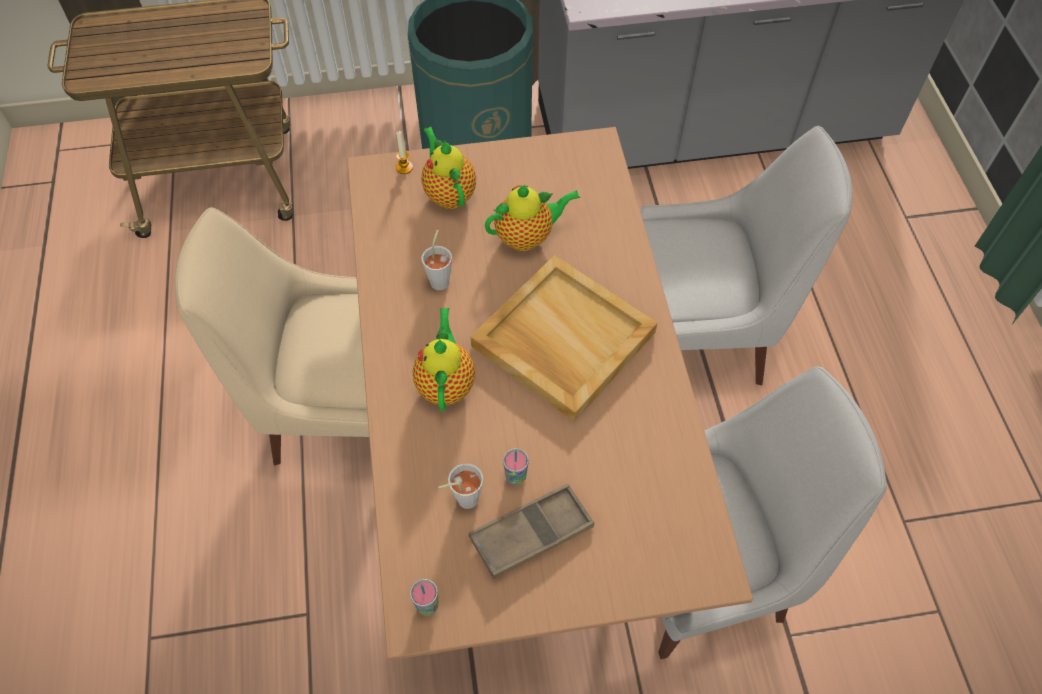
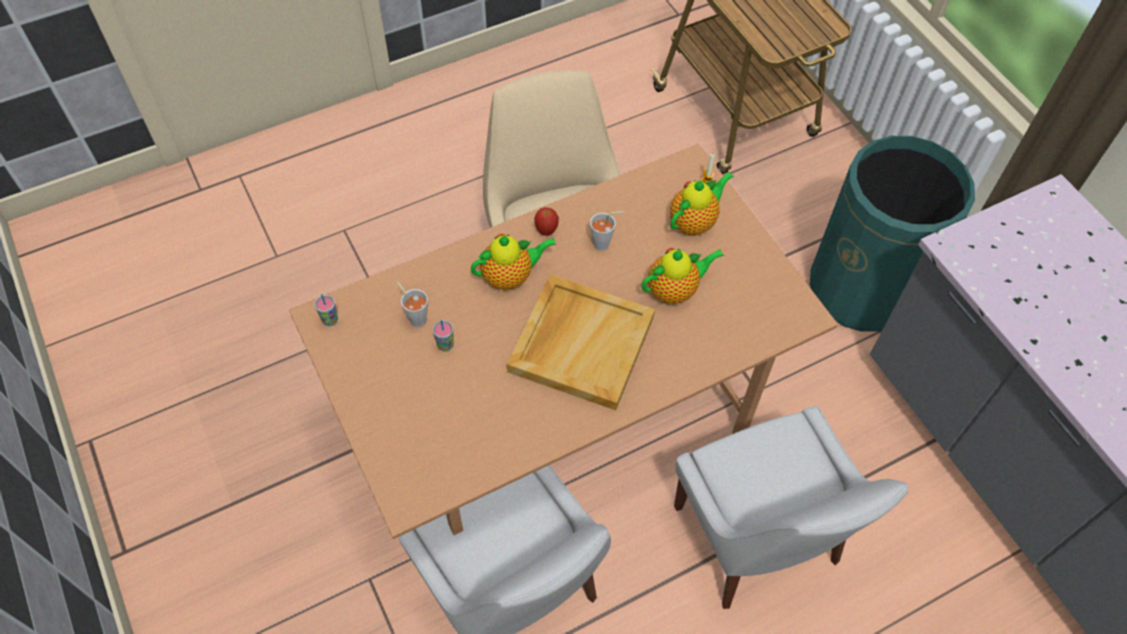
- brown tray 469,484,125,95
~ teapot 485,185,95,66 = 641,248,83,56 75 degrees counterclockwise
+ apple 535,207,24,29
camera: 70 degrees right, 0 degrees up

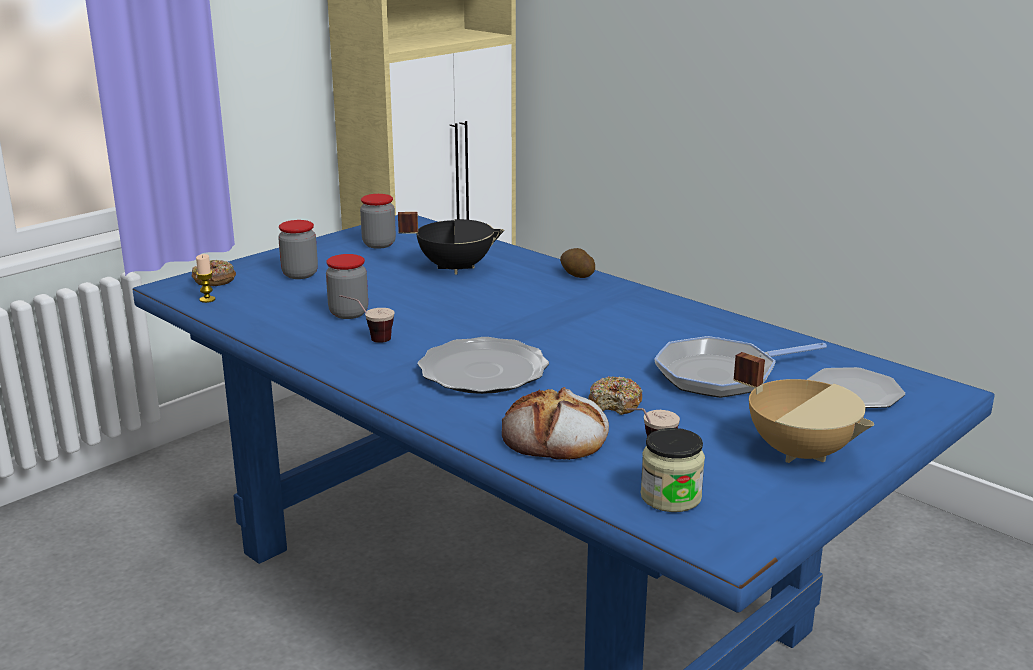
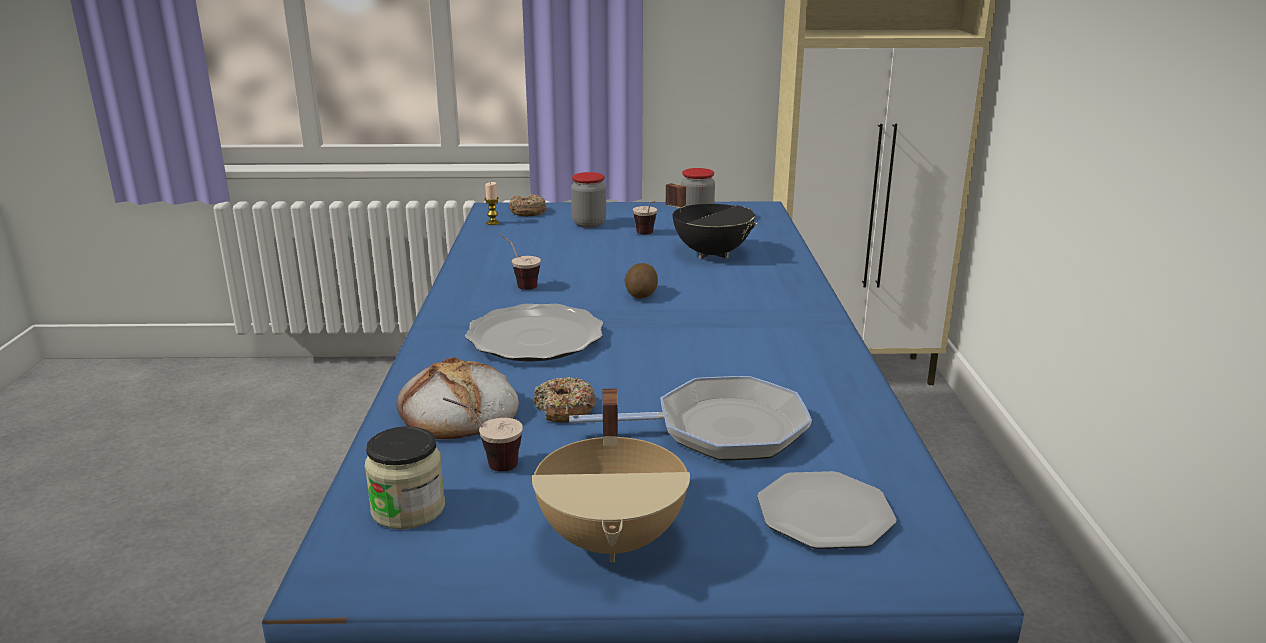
- jar 326,254,42,65
~ potato 560,248,35,30 to 624,263,34,35
~ frying pan 654,336,173,62 = 569,376,243,85 150 degrees clockwise
+ cup 633,201,24,34
camera: 45 degrees right, 0 degrees up

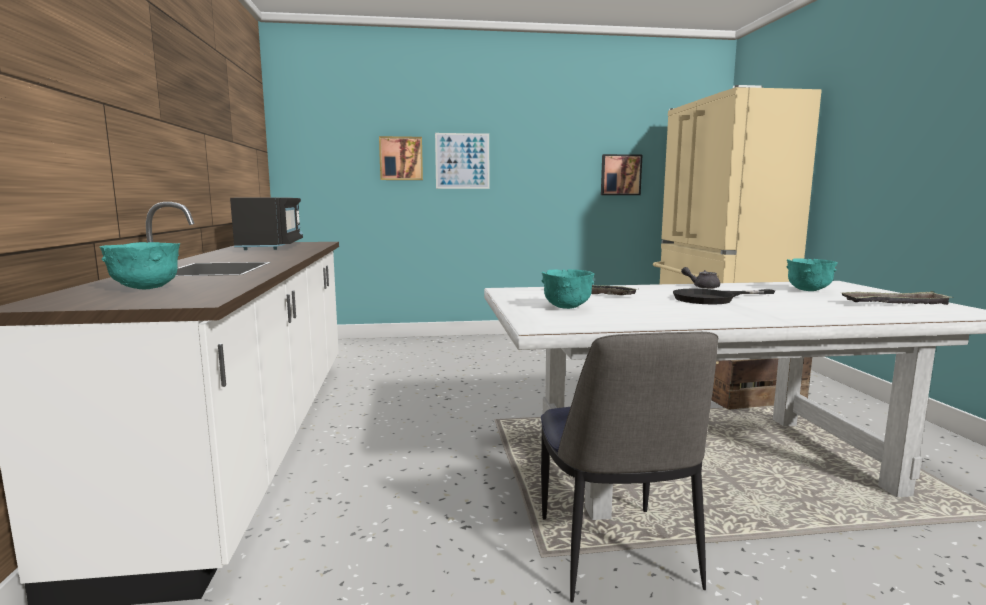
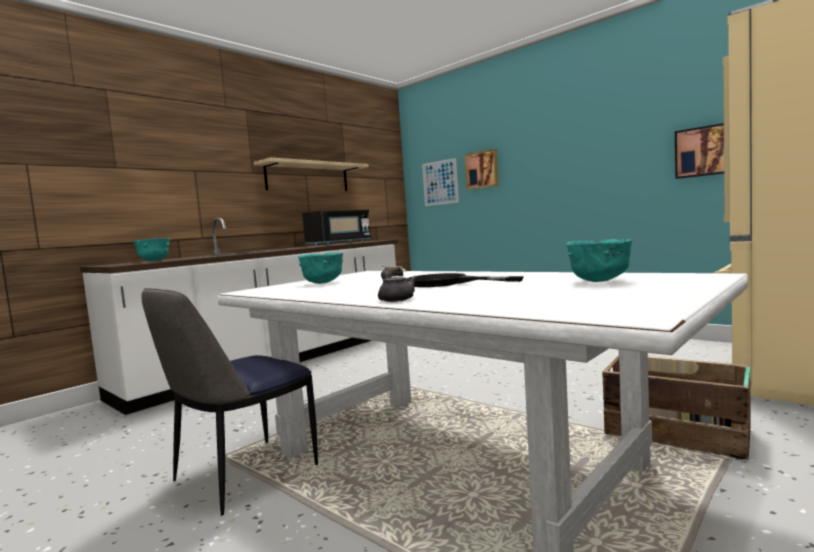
~ picture 435,133,54,56 to 422,158,37,48
~ grey teapot 681,267,39,22 to 378,270,40,32
- tray 842,291,110,14
+ beige shelf 254,158,114,33
camera: 50 degrees right, 5 degrees down

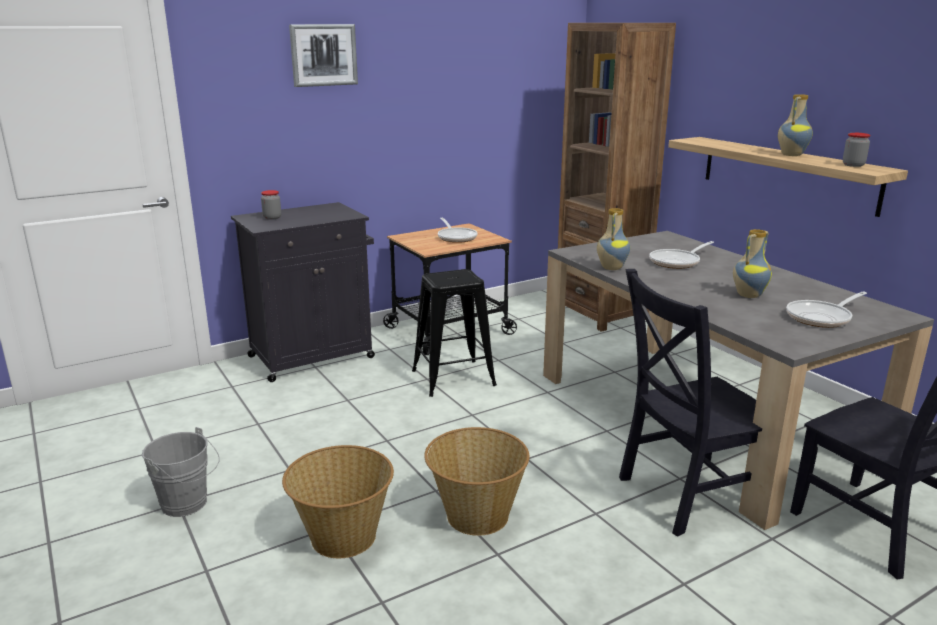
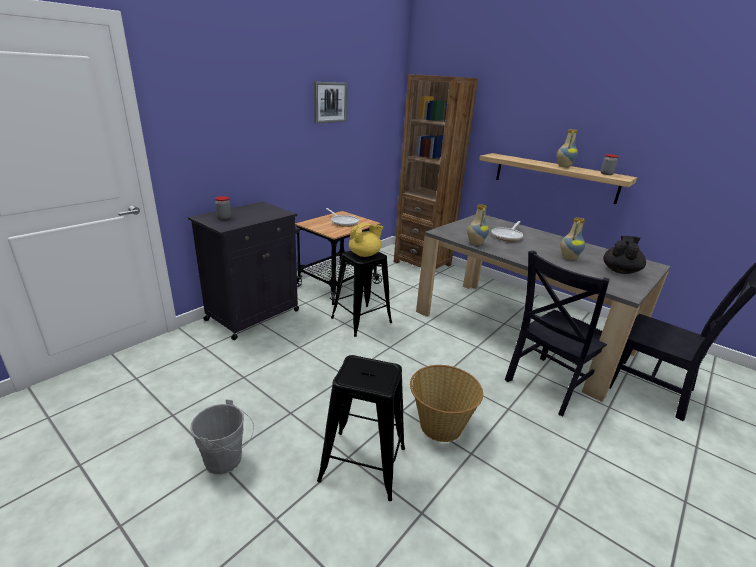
~ basket 282,445,112,113 to black stool 317,355,88,146
~ picture 289,24,69,63 to 314,82,33,41
~ frying pan 786,291,81,37 to black teapot 603,236,43,38
+ yellow teapot 349,223,34,34
camera: 20 degrees left, 5 degrees up

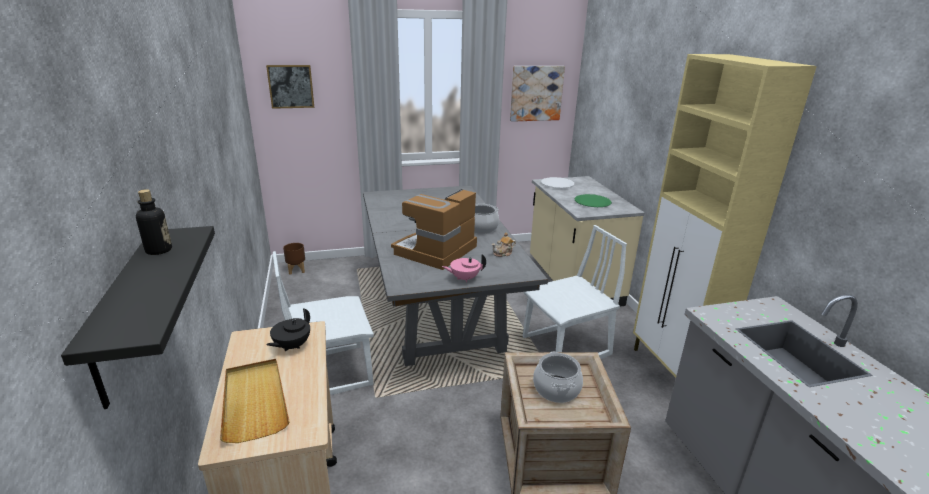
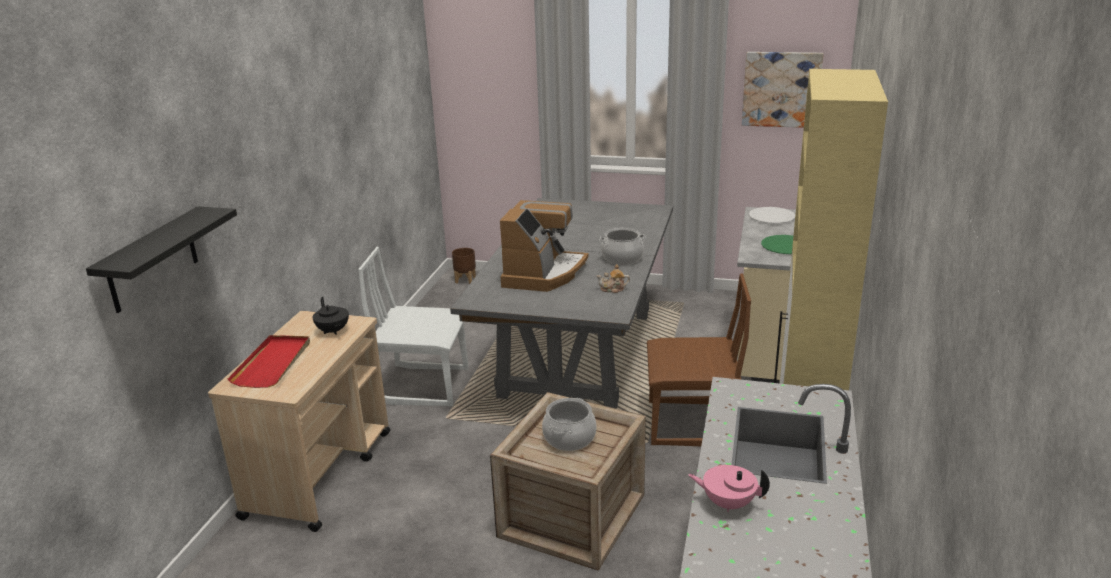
- bottle 136,189,36,66
~ beige tray 220,359,69,84 to red tray 228,335,82,53
- picture 266,65,48,44
~ black teapot 266,308,44,44 = 312,297,37,38 90 degrees counterclockwise
~ coffee machine 391,189,86,81 = 500,200,89,92 135 degrees clockwise
~ pink teapot 442,254,44,28 to 688,465,82,47
~ white chair 523,225,104,134 to brown chair 647,273,104,173
camera: 30 degrees right, 0 degrees up

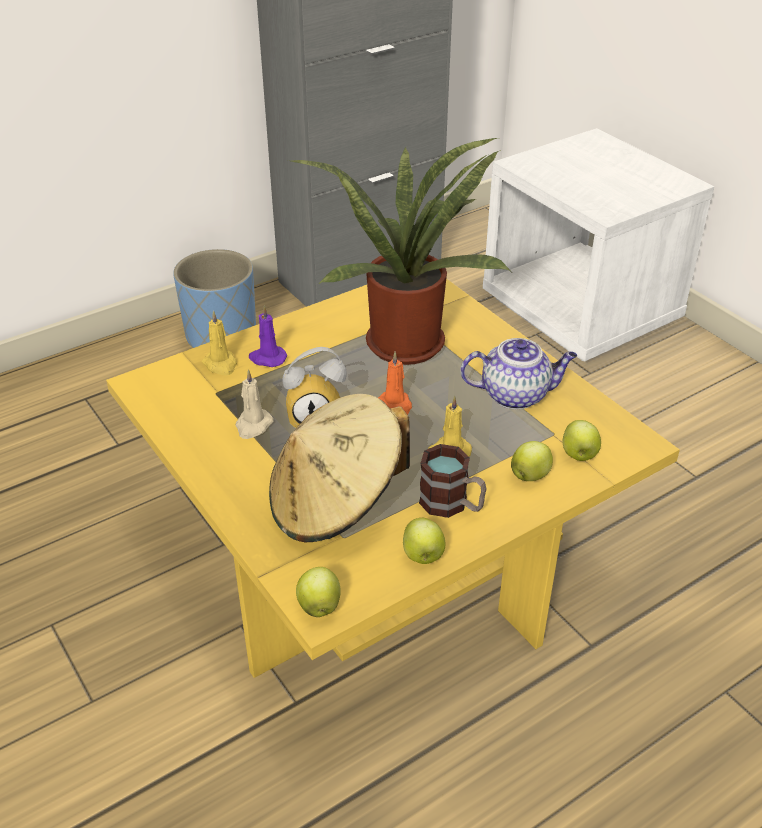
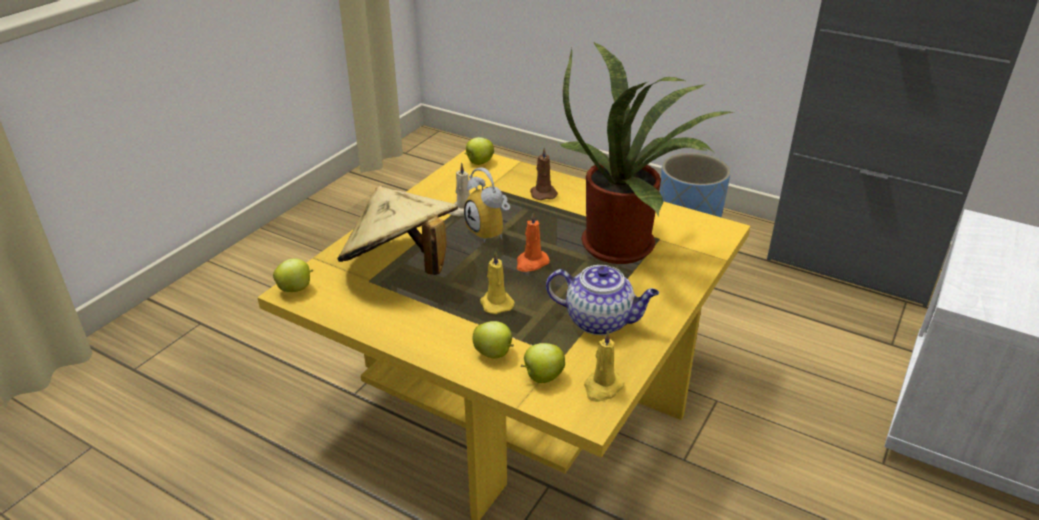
~ yellow candle 202,310,35,66 to 584,331,40,71
~ purple candle 249,305,38,62 to brown candle 530,147,28,53
~ apple 403,518,43,46 to 465,137,29,28
- mug 419,444,68,74
~ teapot 460,338,117,71 = 546,265,113,70 45 degrees counterclockwise
camera: 65 degrees right, 5 degrees down

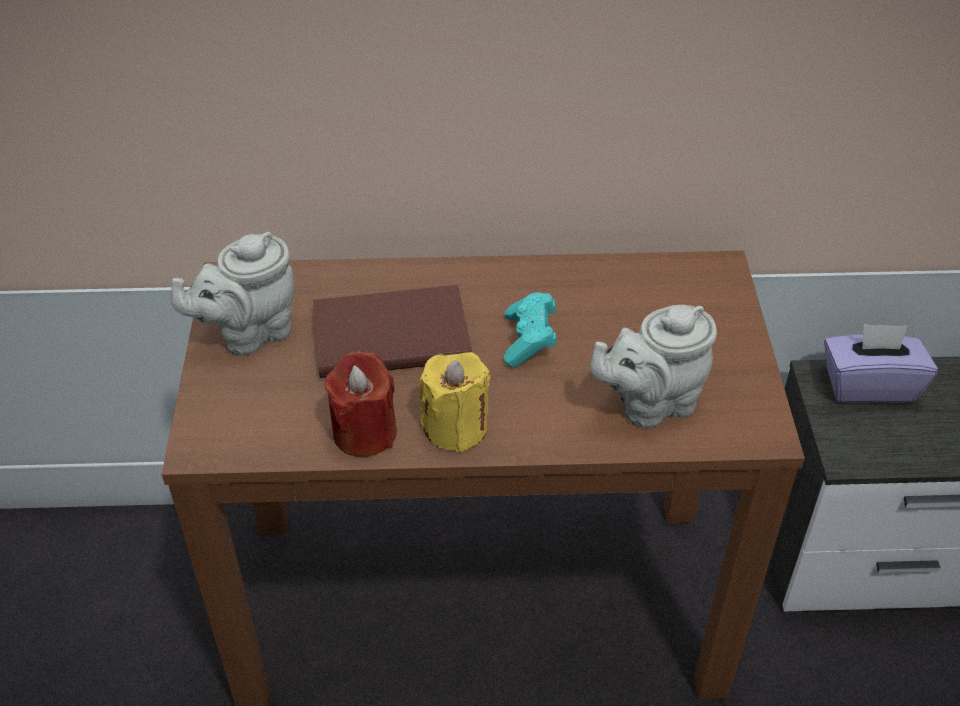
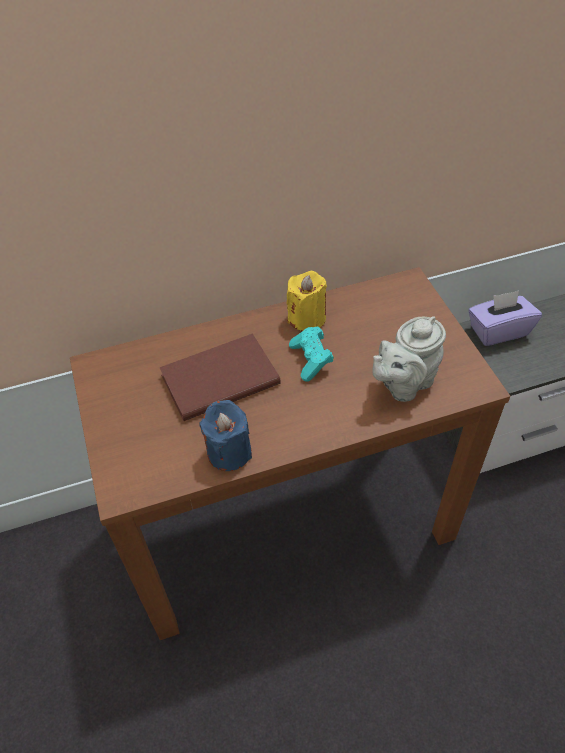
- grey teapot 171,232,124,123
~ red candle 325,351,72,106 to blue candle 199,400,53,71
~ yellow candle 419,352,71,100 to 286,271,41,60
camera: 15 degrees left, 5 degrees up

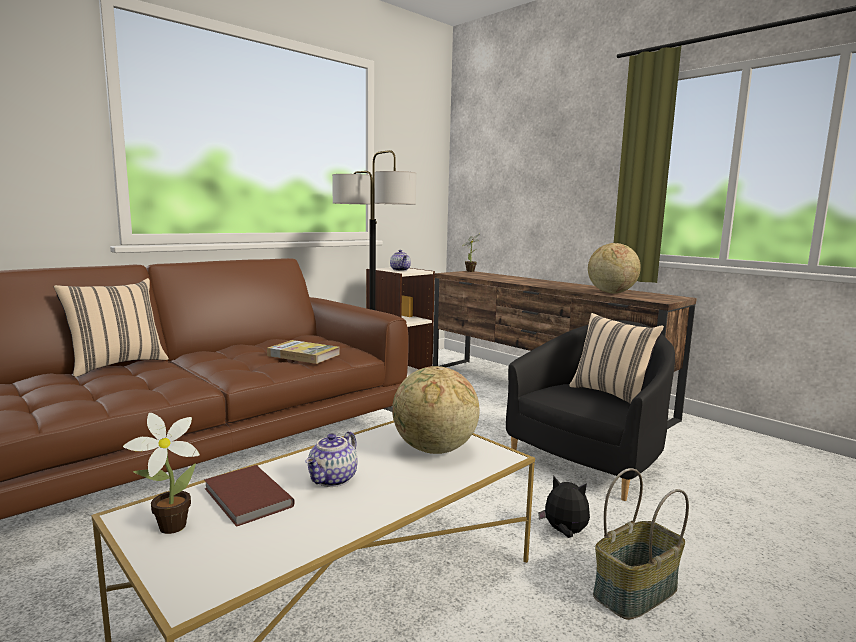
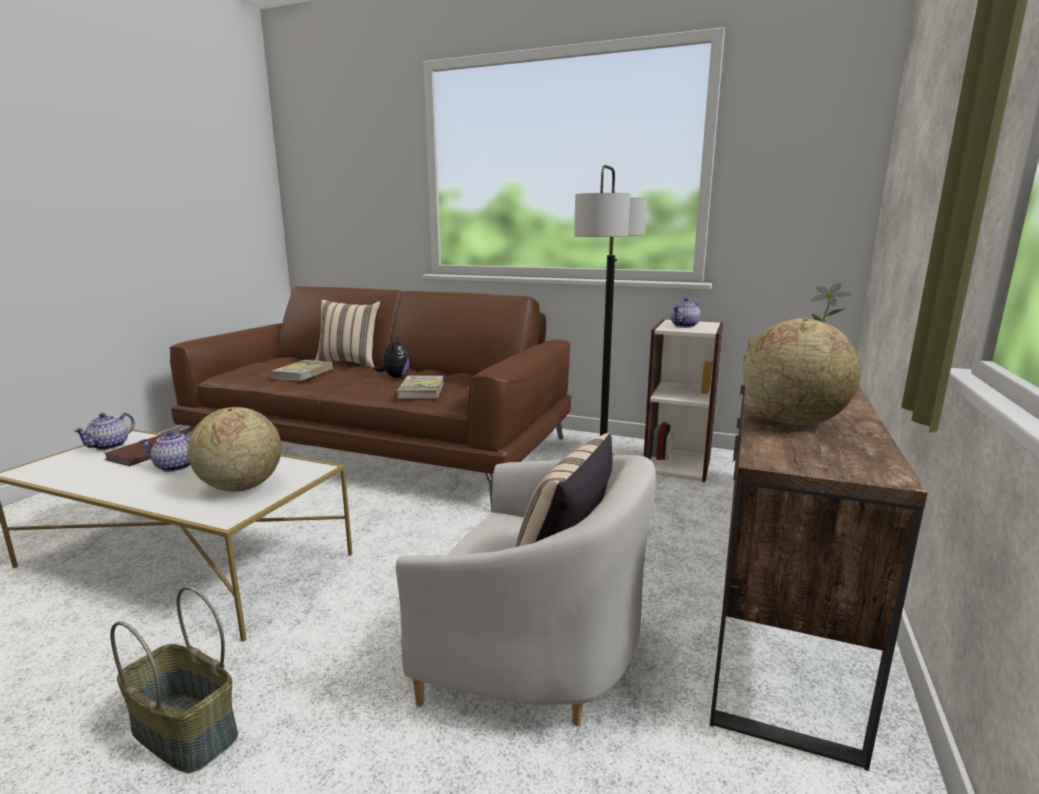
~ potted plant 123,413,77,121 to teapot 74,413,61,37
~ black armchair 506,320,169,181 to white armchair 396,455,260,271
~ plush toy 538,476,52,62 to 374,337,35,41
+ book 271,360,62,21
camera: 65 degrees right, 5 degrees up

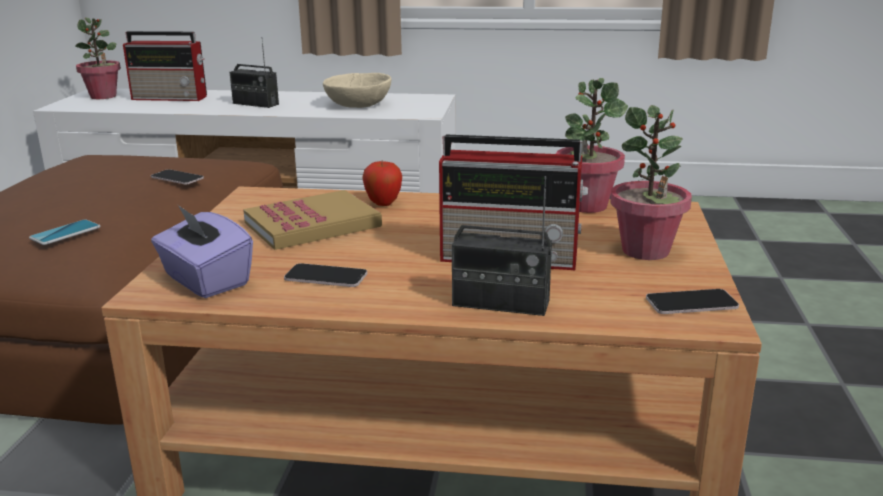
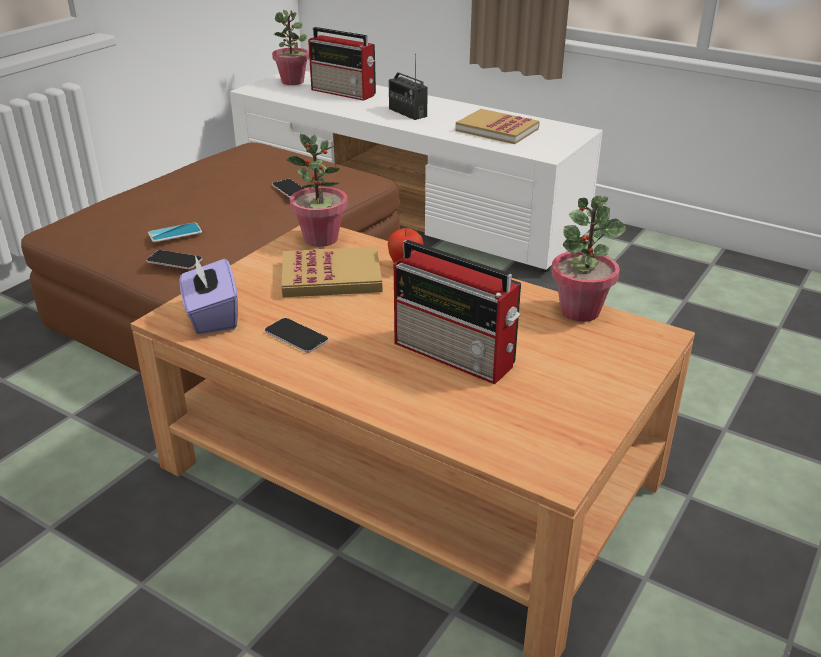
~ beige bowl 323,73,68,35 to book 455,109,85,35
- radio 452,176,100,140
~ potted plant 610,105,82,155 to 286,134,62,113
~ phone 646,289,93,25 to 146,250,56,19
camera: 25 degrees right, 10 degrees up

